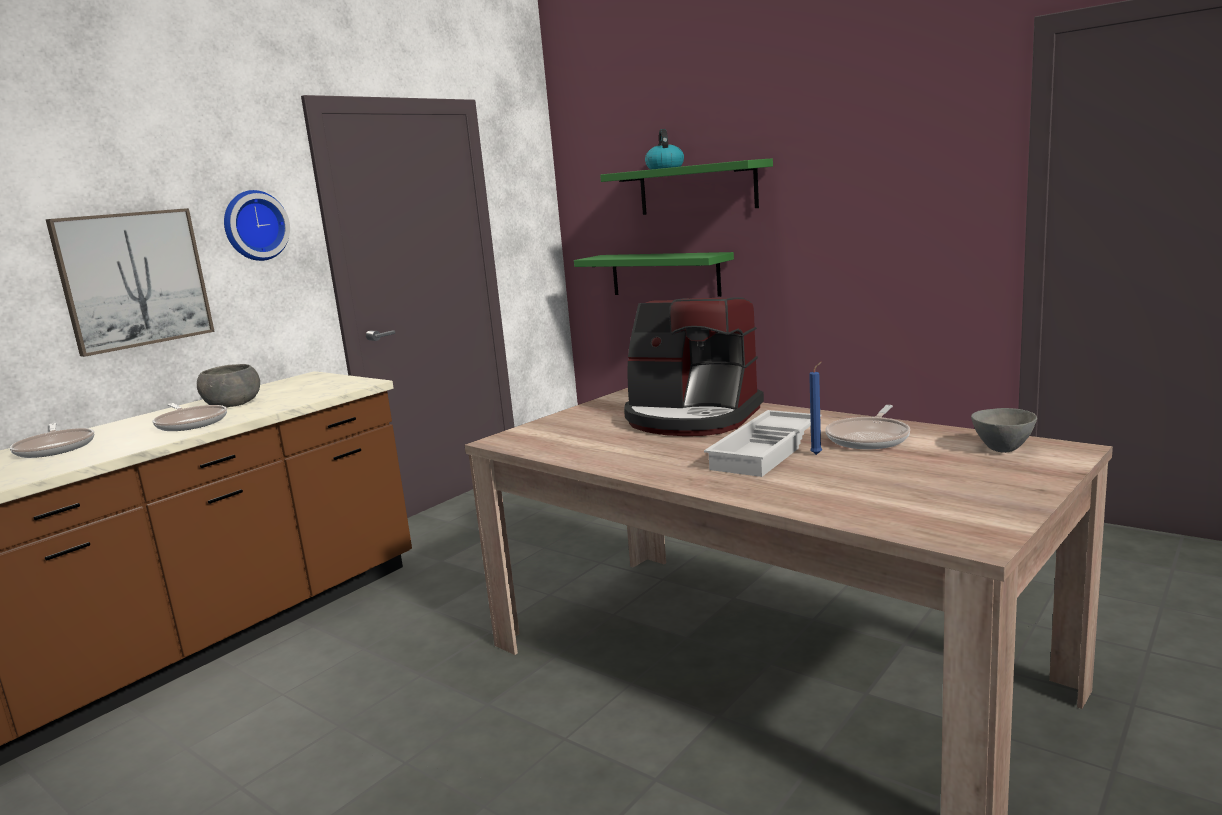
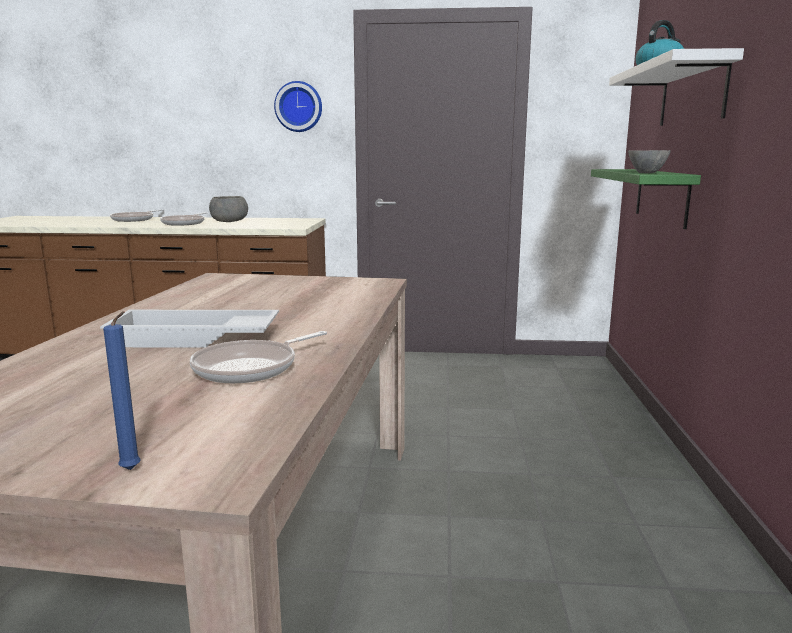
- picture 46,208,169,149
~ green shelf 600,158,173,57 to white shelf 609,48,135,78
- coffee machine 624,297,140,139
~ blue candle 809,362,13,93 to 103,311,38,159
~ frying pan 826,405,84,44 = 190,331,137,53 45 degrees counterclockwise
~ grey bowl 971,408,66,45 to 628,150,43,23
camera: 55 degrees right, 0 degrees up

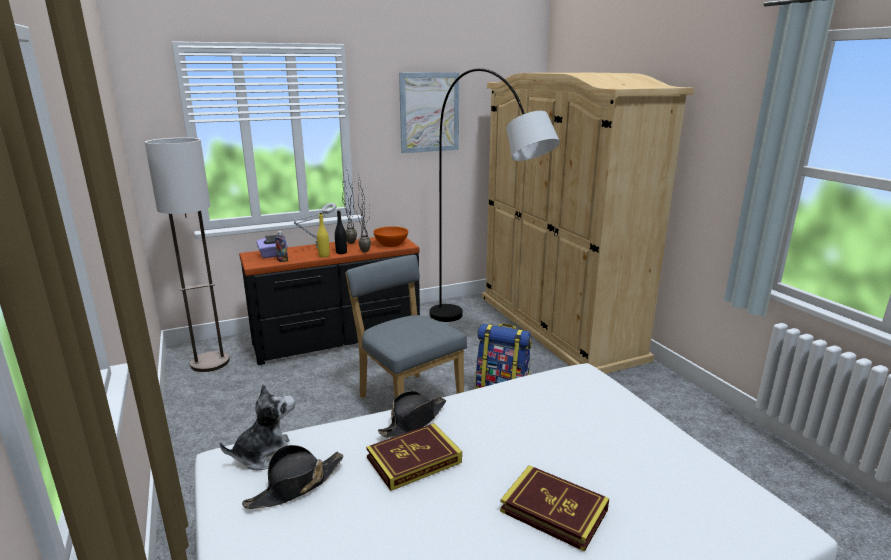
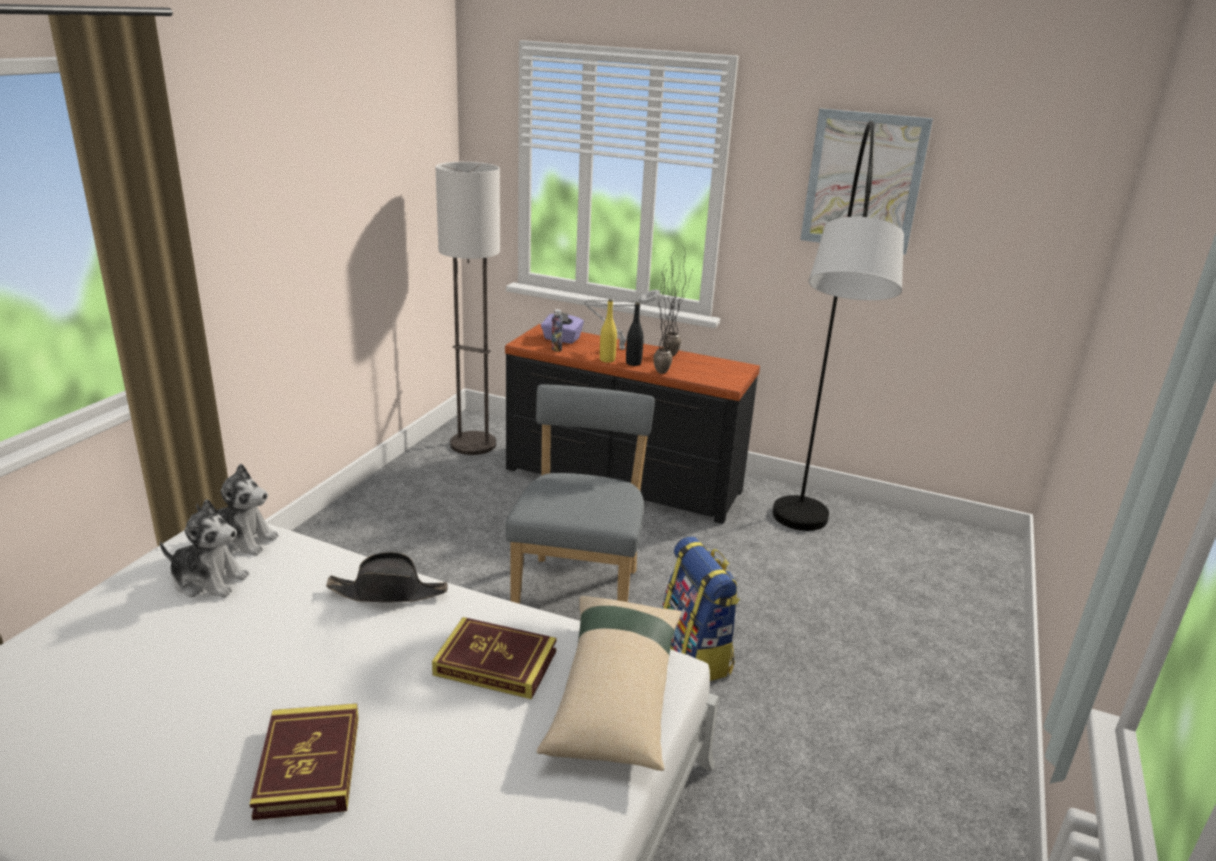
~ black hat 242,445,102,64 to plush toy 160,499,89,99
~ book 366,423,96,68 to 432,617,125,82
- orange bowl 373,226,35,21
- beige wardrobe 482,73,212,301
+ beige pillow 537,596,145,175
camera: 45 degrees right, 5 degrees up

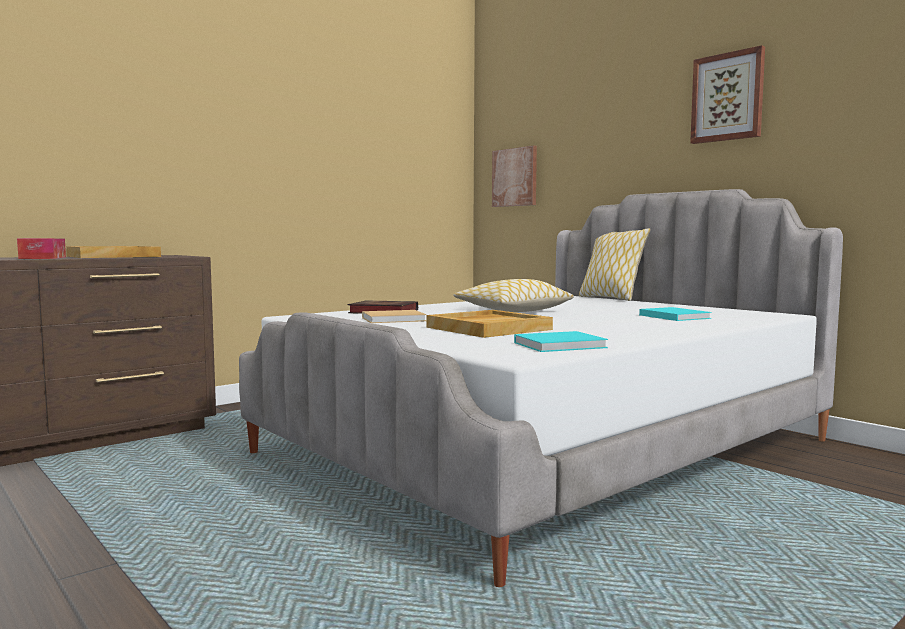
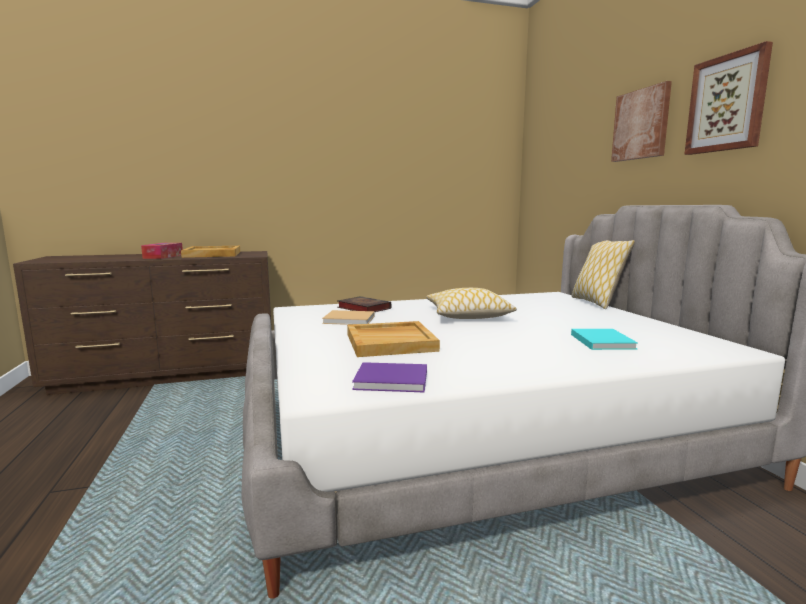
~ picture 492,146,45,61 to 611,81,61,81
~ turquoise book 514,331,94,21 to purple book 352,362,75,30
camera: 25 degrees right, 5 degrees up

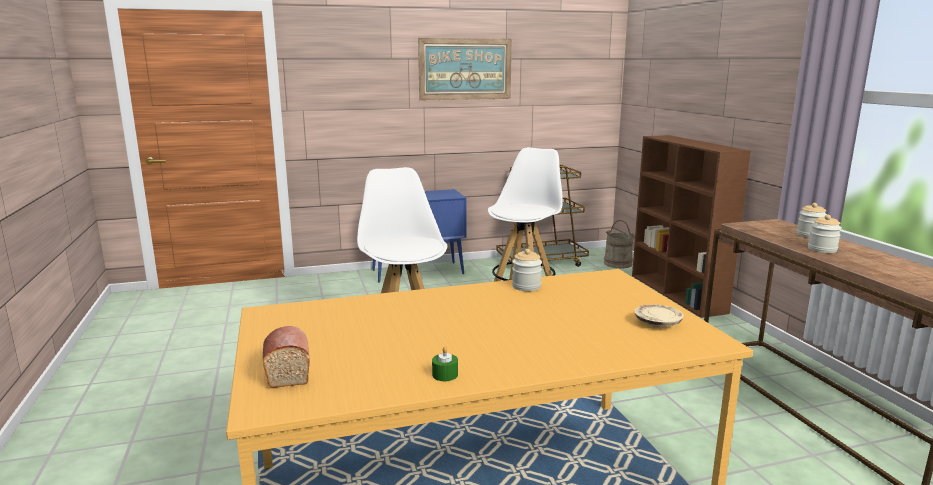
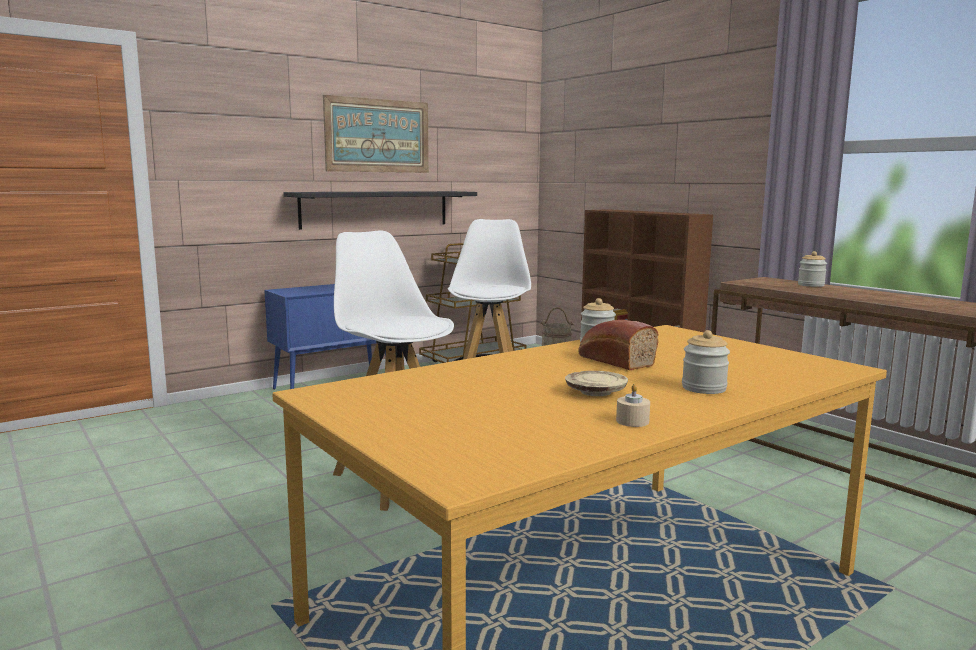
~ bread 263,326,47,62 to 578,320,81,50
~ green candle 432,347,26,34 to beige candle 616,384,34,43
~ beige plate 634,304,50,23 to 565,371,63,25
~ jar 808,215,34,38 to 682,330,48,64
+ black shelf 283,191,194,39
camera: 20 degrees left, 5 degrees down

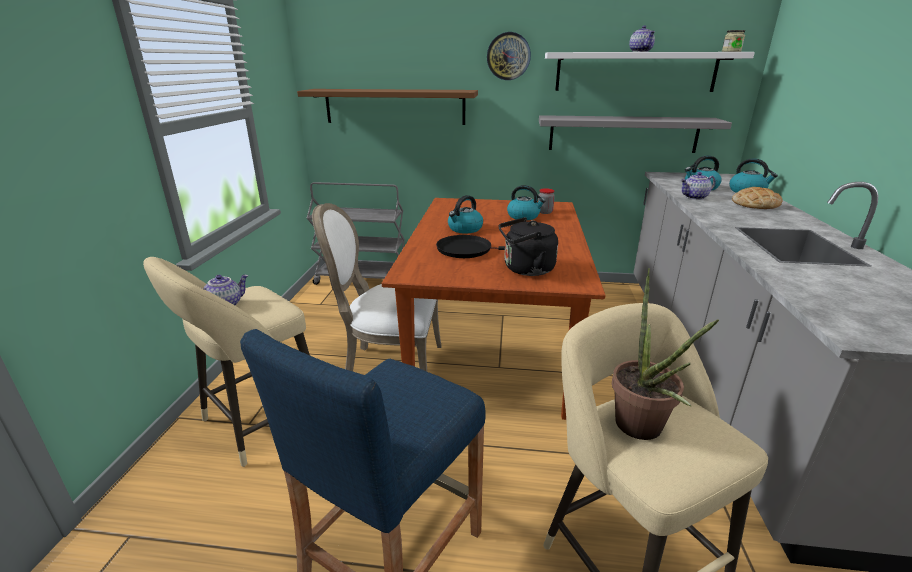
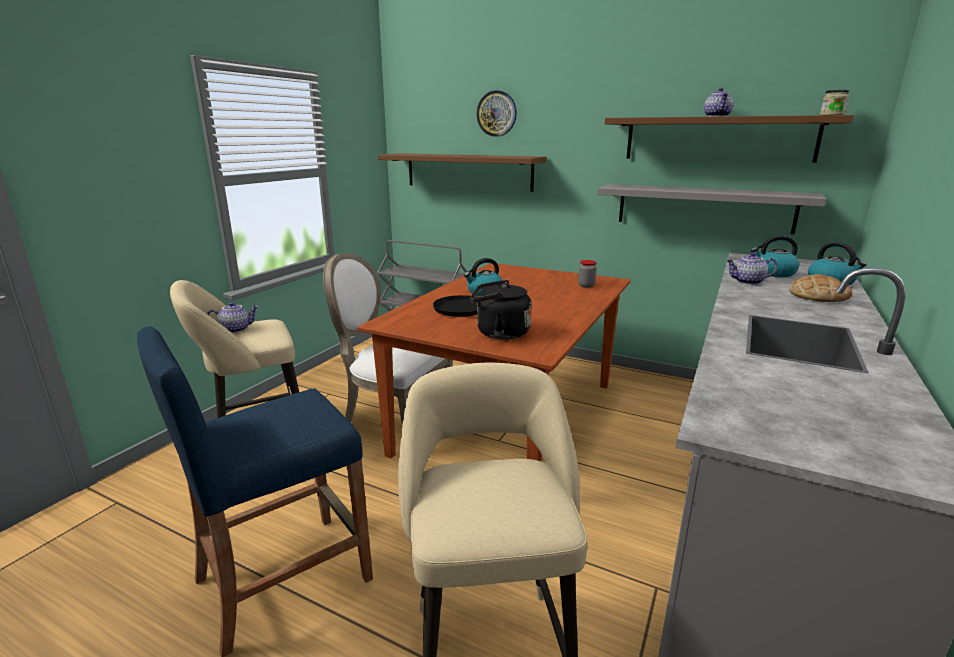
~ wall clock 487,32,44,48 to 477,90,40,47
- kettle 507,185,38,35
~ white shelf 545,52,210,40 to brown shelf 605,115,248,48
- potted plant 612,268,107,172
camera: 20 degrees right, 5 degrees down

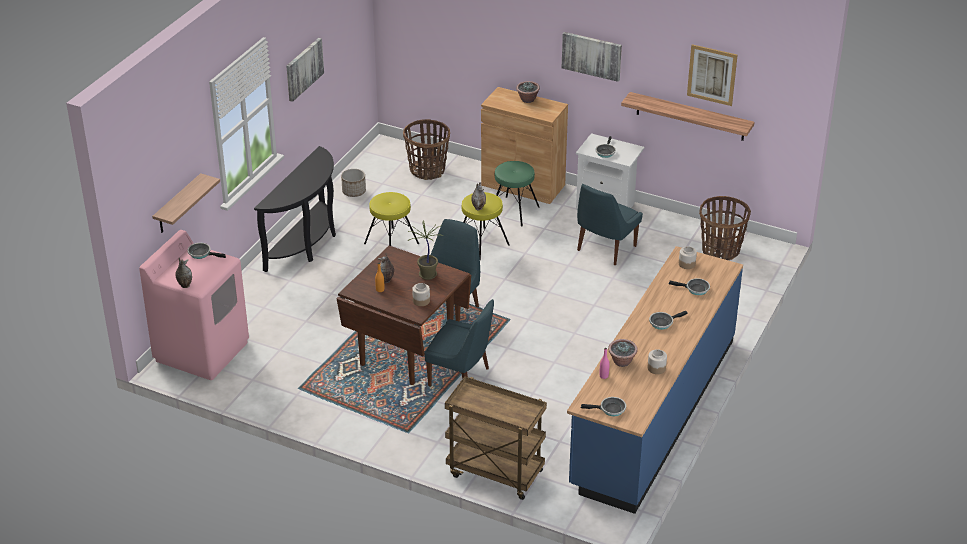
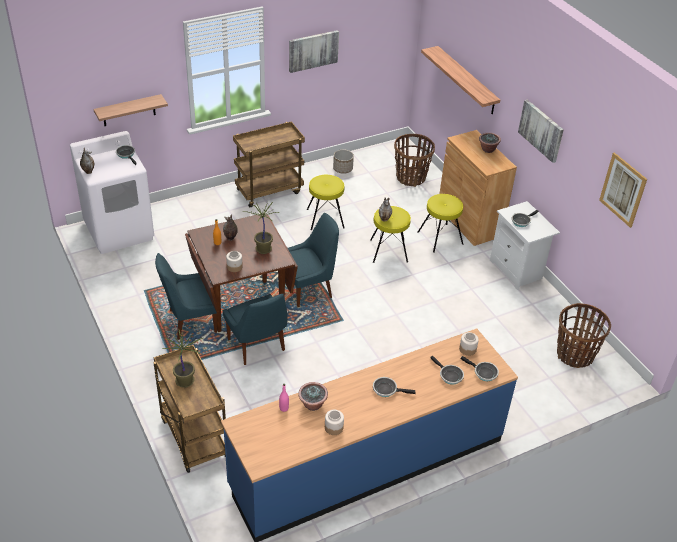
~ pink washing machine 139,230,110,150 to white washing machine 70,131,84,123
~ black console table 254,146,82,126 to brown cart 233,121,72,86
~ green stool 495,161,45,65 to yellow stool 418,194,45,59
~ blue chair 577,184,66,81 to 155,253,62,87
~ frying pan 581,397,45,19 to 461,356,38,25
~ shelf 621,92,134,49 to 421,46,79,68
+ potted plant 162,329,41,59
camera: 35 degrees right, 5 degrees up

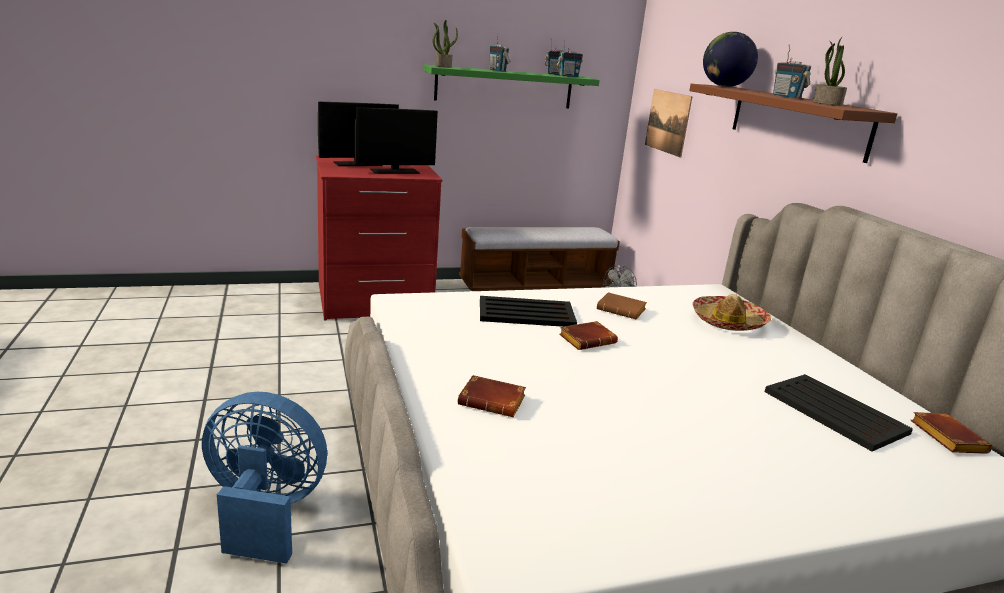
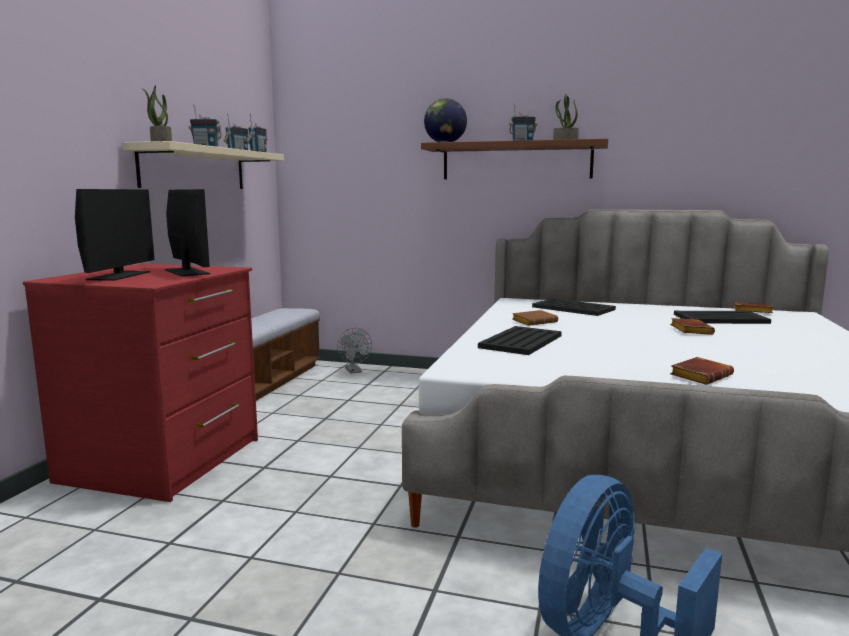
~ monitor 355,107,83,67 = 165,189,45,87 45 degrees counterclockwise
~ green shelf 423,64,177,44 to beige shelf 122,141,162,48
~ brown book 559,321,59,29 to 670,318,45,17
- picture 645,89,48,69
~ hat 692,294,79,37 to black tray 532,298,84,18
camera: 55 degrees left, 10 degrees down

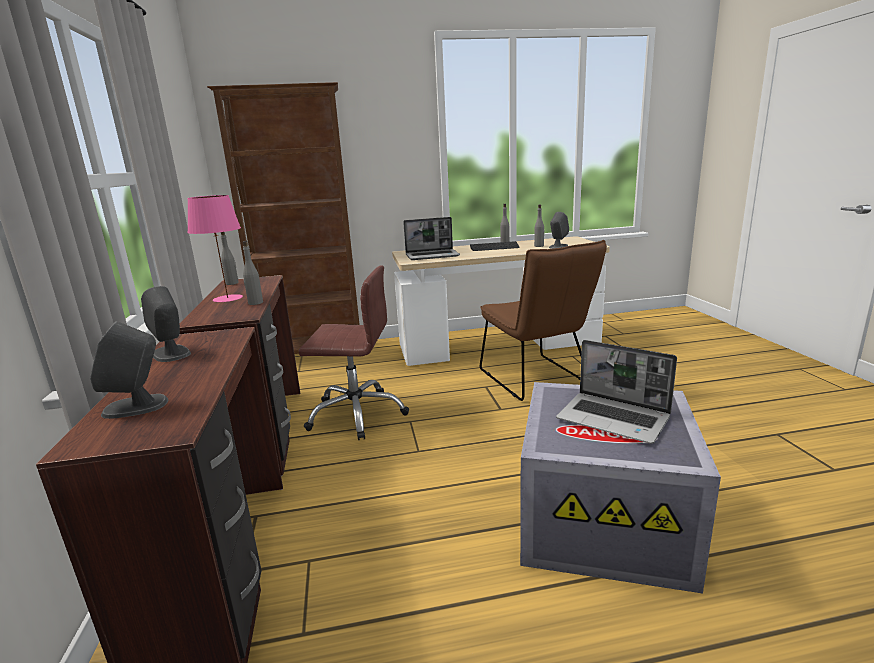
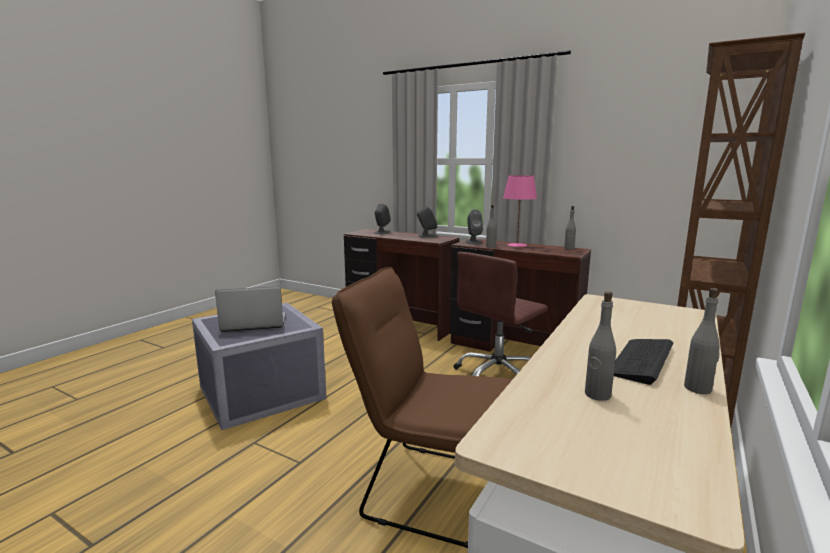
- laptop 403,217,57,43
~ grey speaker 549,212,20,37 to 466,209,17,35
camera: 130 degrees right, 5 degrees down

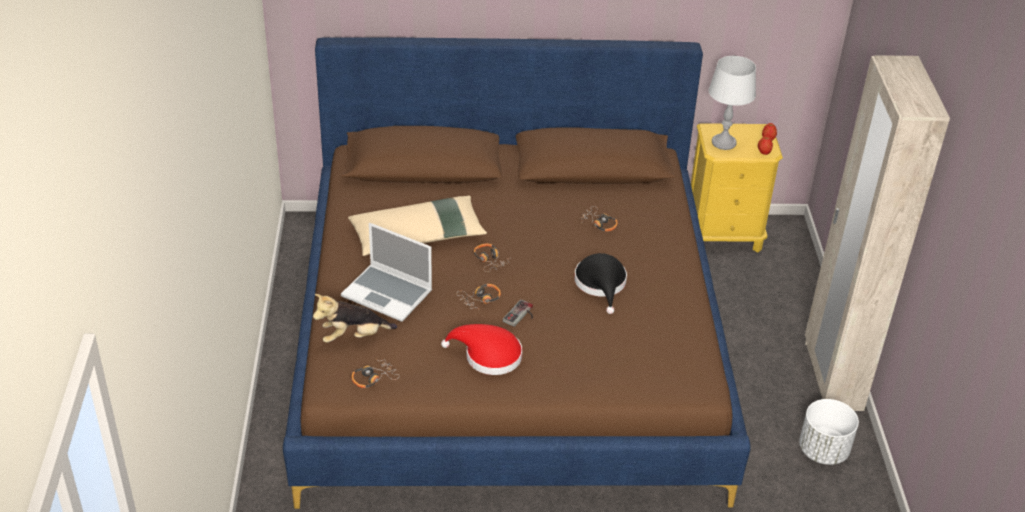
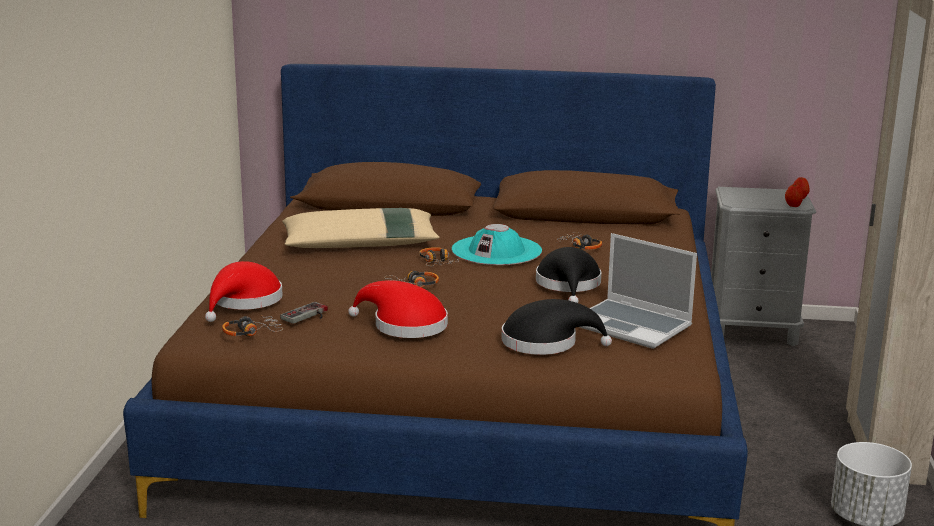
~ plush toy 313,294,84,49 to red hat 205,261,77,61
~ laptop 341,223,91,99 to 580,233,117,116
~ game controller 502,299,31,28 to 280,302,48,22
~ yellow nightstand 691,123,92,129 to grey nightstand 711,187,105,159
- grey table lamp 709,56,47,94
+ turquoise hat 452,224,90,41
+ black hat 502,299,110,56
camera: 10 degrees right, 20 degrees down

